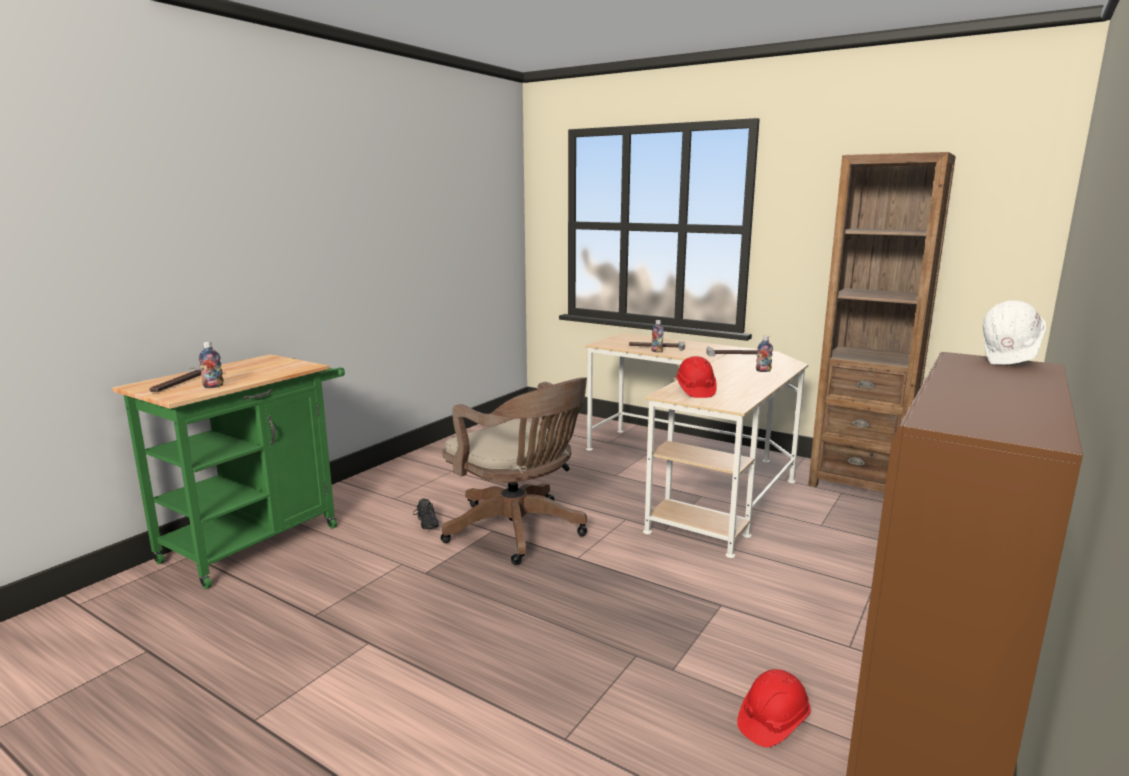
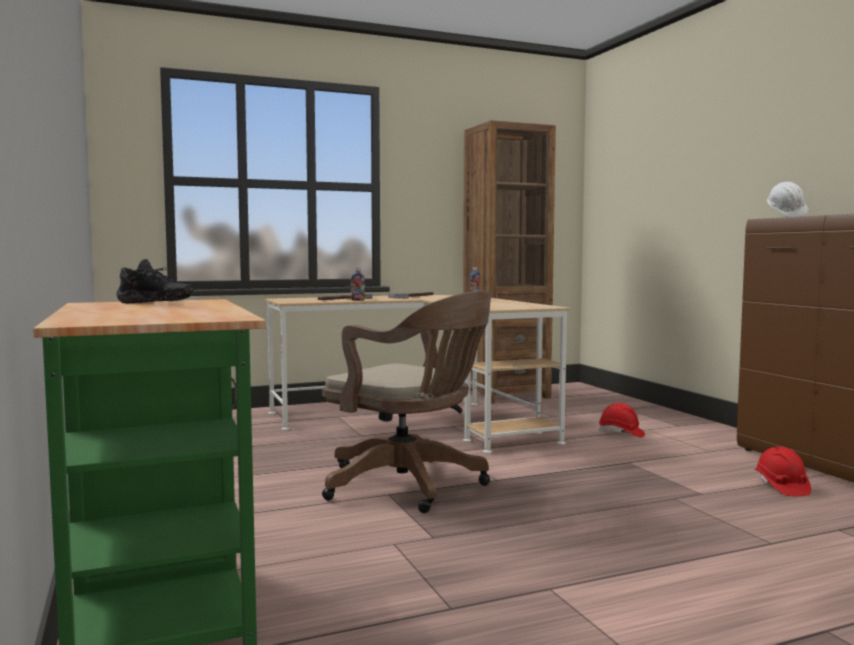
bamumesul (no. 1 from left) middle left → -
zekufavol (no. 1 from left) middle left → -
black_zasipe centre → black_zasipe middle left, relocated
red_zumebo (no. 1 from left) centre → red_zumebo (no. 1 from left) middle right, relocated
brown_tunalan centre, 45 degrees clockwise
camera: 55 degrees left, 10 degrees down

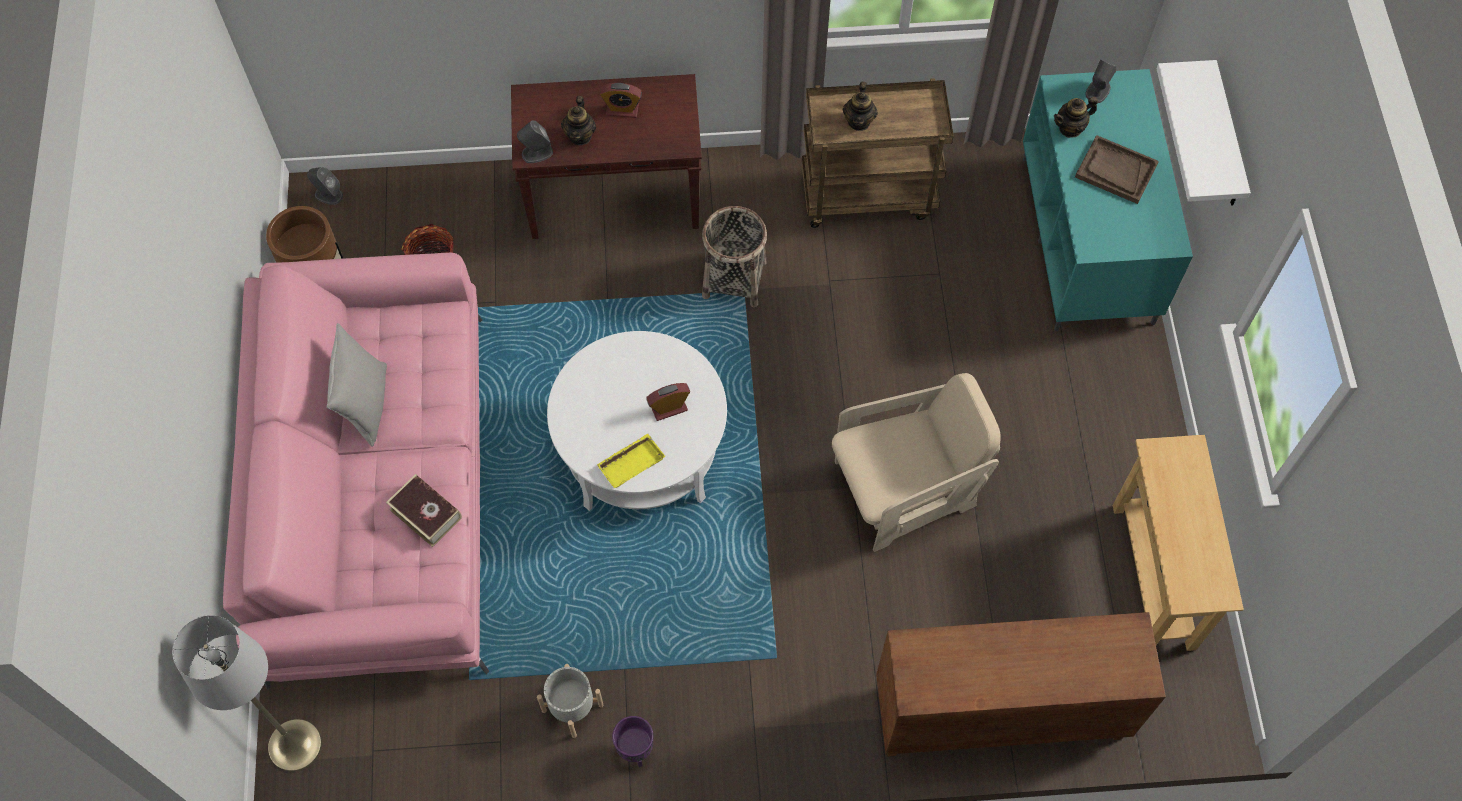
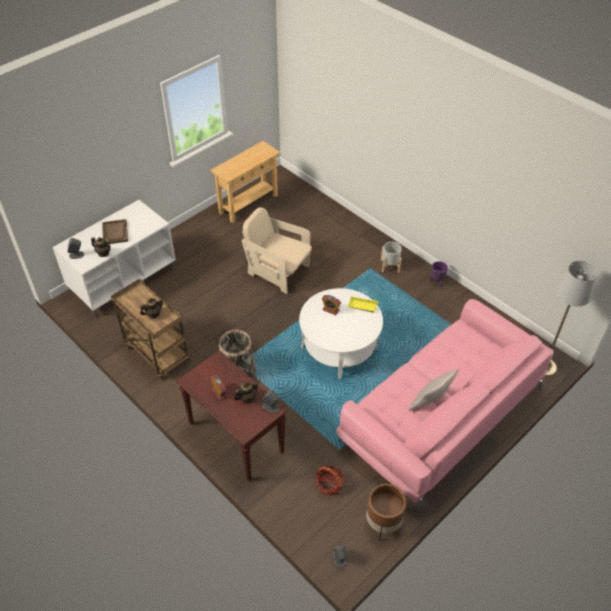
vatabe middle left → -
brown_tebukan bottom right → -
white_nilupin top right → -
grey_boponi bottom centre → grey_boponi centre, relocated
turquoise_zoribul top right → white_zoribul middle left
camera: 130 degrees left, 15 degrees down

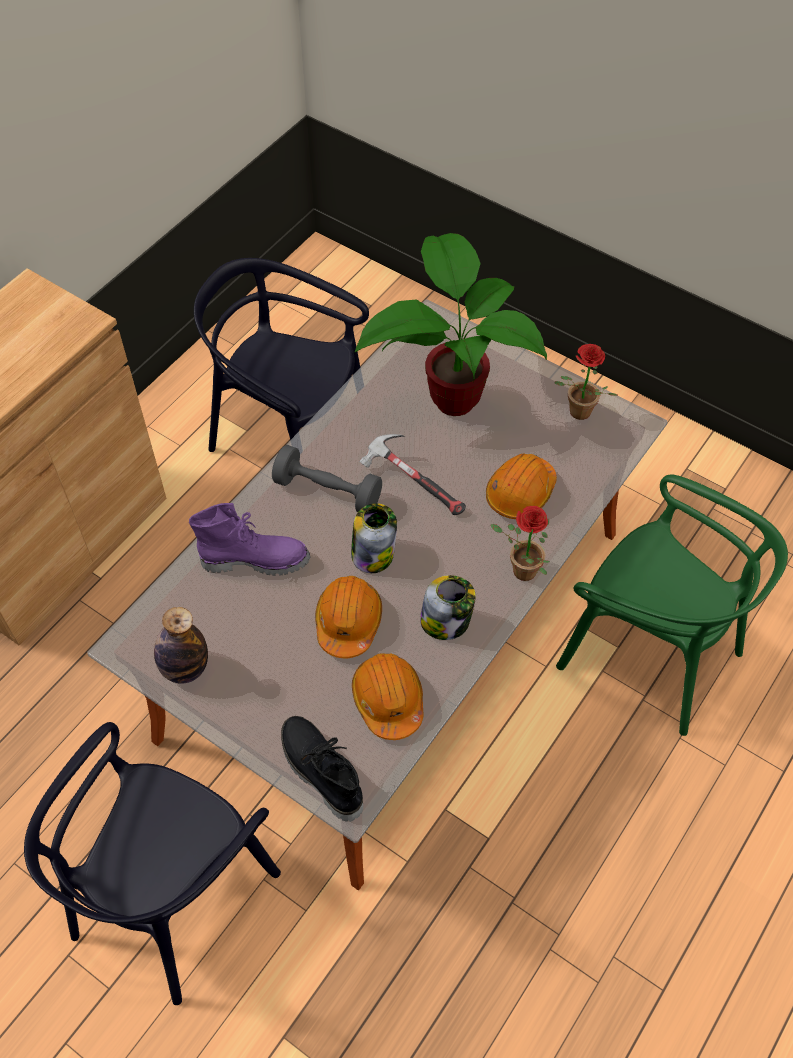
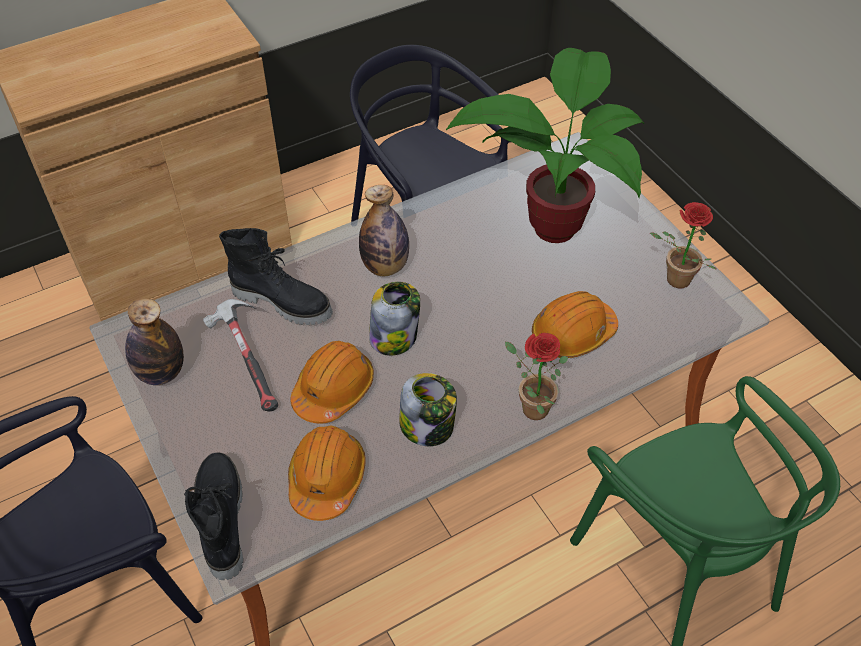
bamumesul centre → bamumesul middle left, relocated
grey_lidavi centre → zekufavol (no. 2 from left) centre
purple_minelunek middle left → black_minelunek (no. 2 from left) middle left
camera: 25 degrees right, 5 degrees down

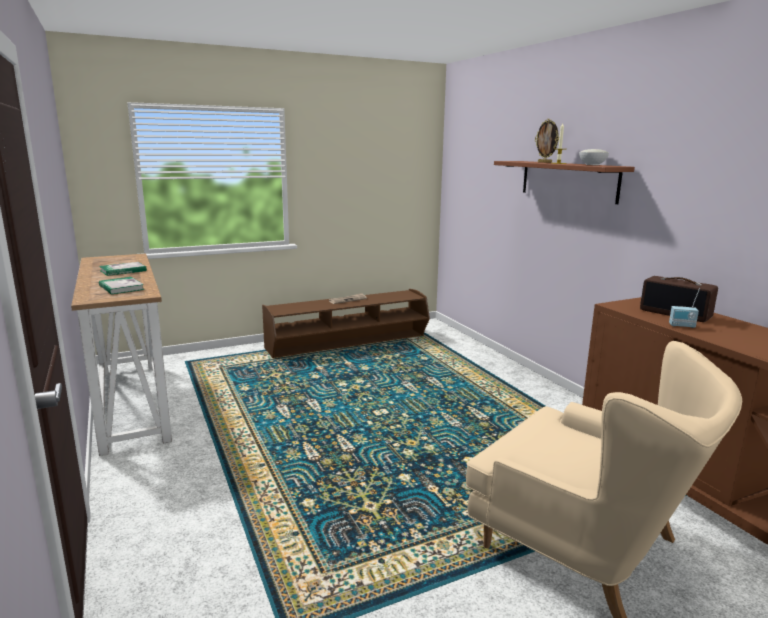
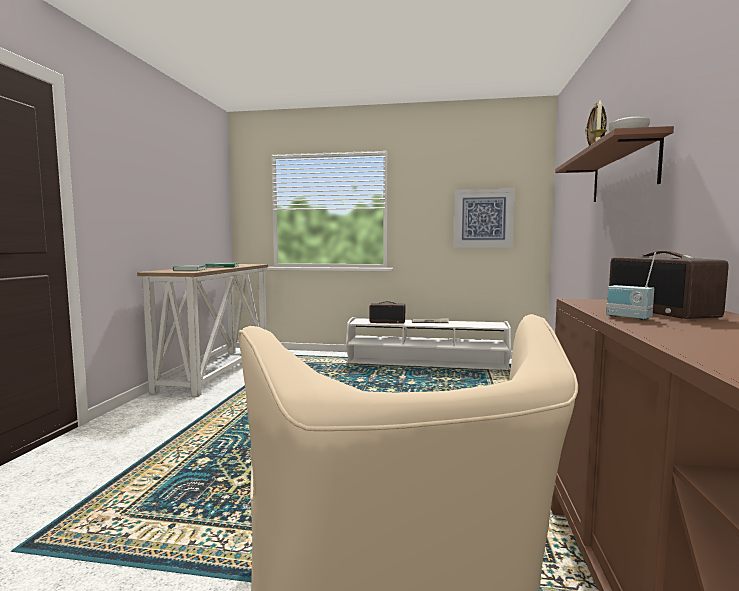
- → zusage (no. 1 from left) centre
- → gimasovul centre
brown_zoribul centre → white_zoribul centre
camera: 35 degrees right, 10 degrees down

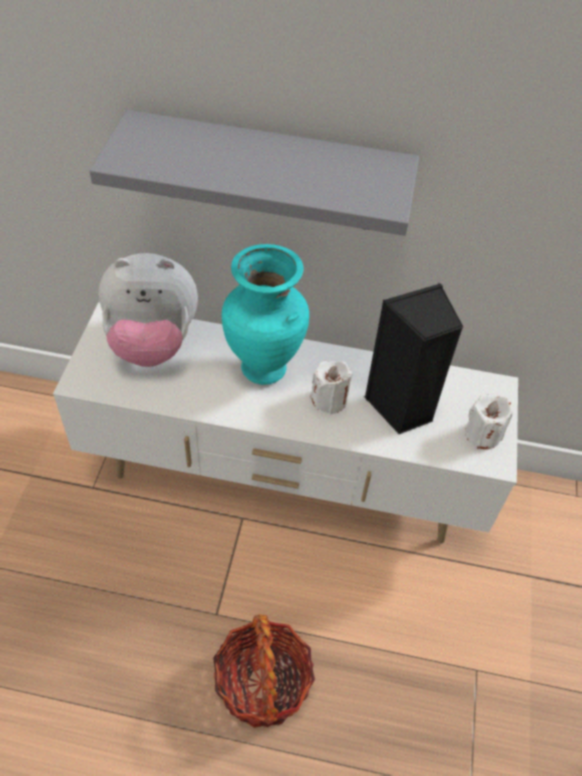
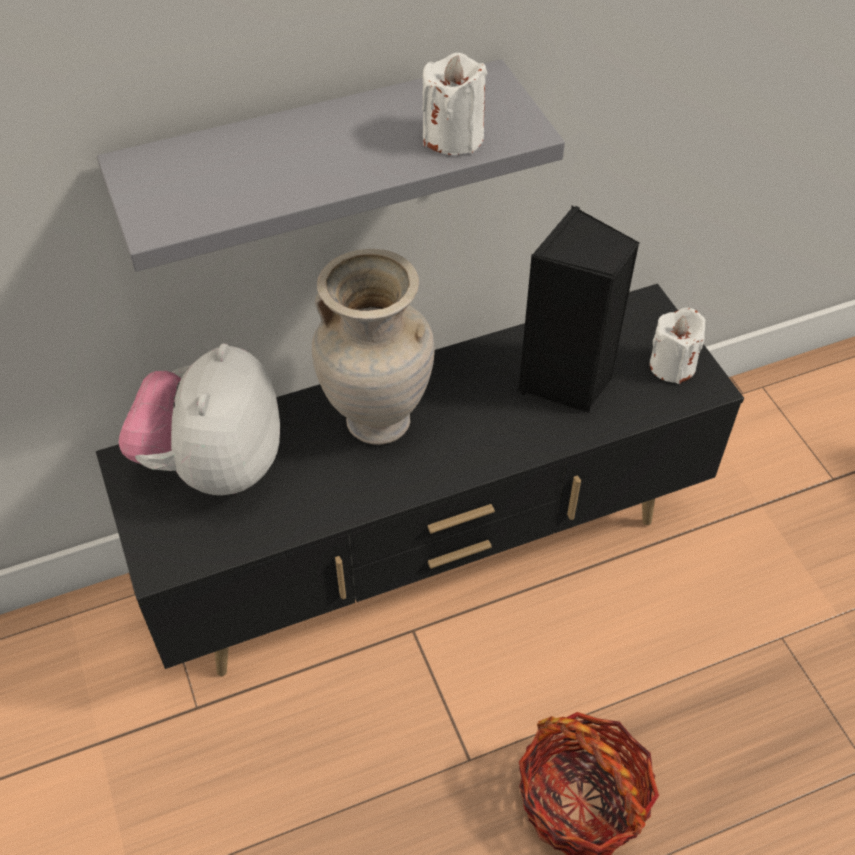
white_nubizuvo (no. 1 from left) centre → white_nubizuvo (no. 1 from left) top centre, relocated
white_zoribul centre → black_zoribul centre
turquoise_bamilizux centre → beige_bamilizux centre
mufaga middle left, 135 degrees clockwise
camera: 30 degrees left, 0 degrees up

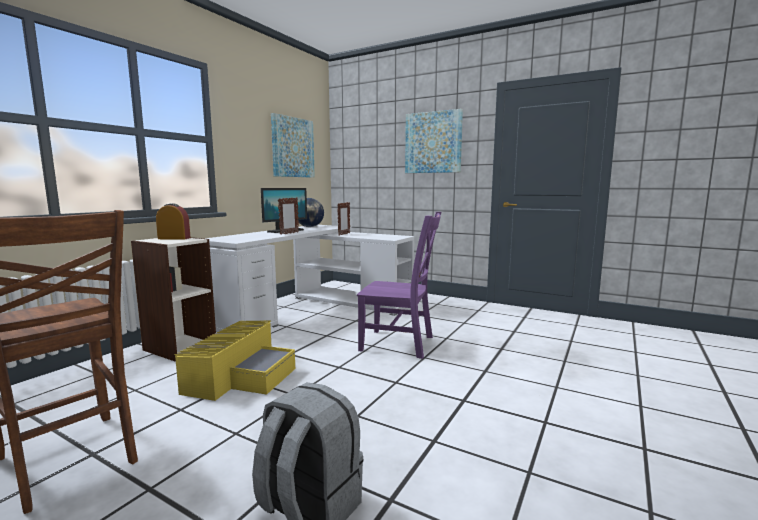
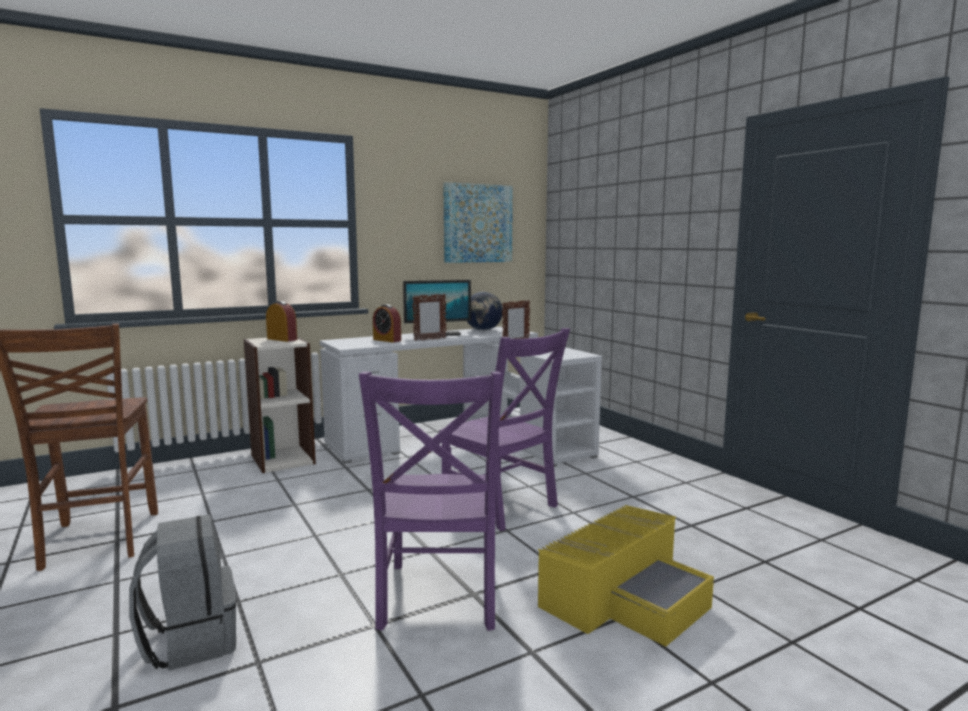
gimasovul (no. 2 from left) top centre → -
- → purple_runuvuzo (no. 1 from left) bottom centre
- → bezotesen (no. 2 from left) centre
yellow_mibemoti bottom left → yellow_mibemoti bottom centre, relocated
camera: 30 degrees right, 0 degrees up

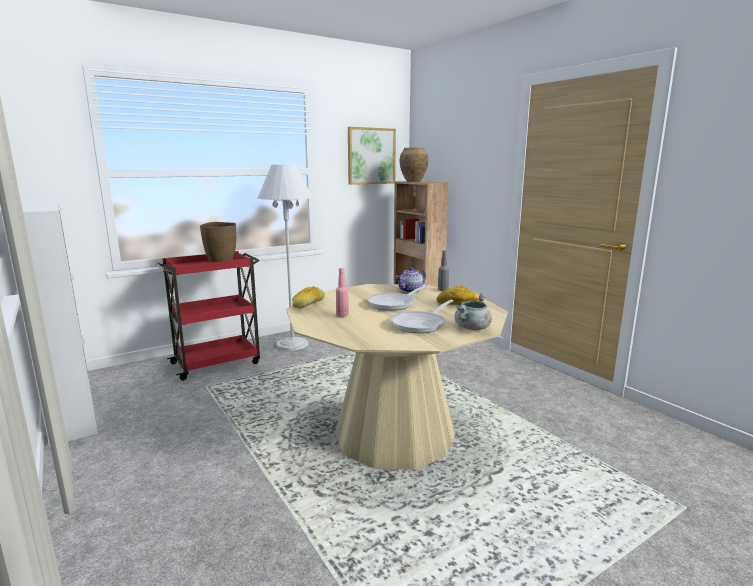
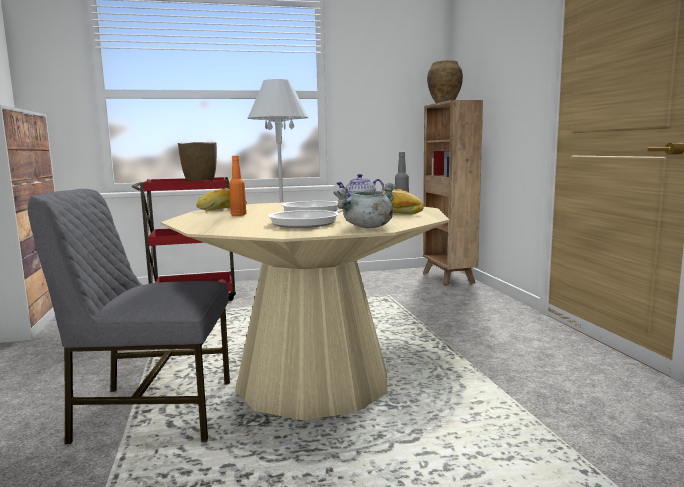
gimasovul top centre → -
- → grey_runuvuzo middle left
pink_zekufavol centre → orange_zekufavol centre
camera: 20 degrees right, 5 degrees down

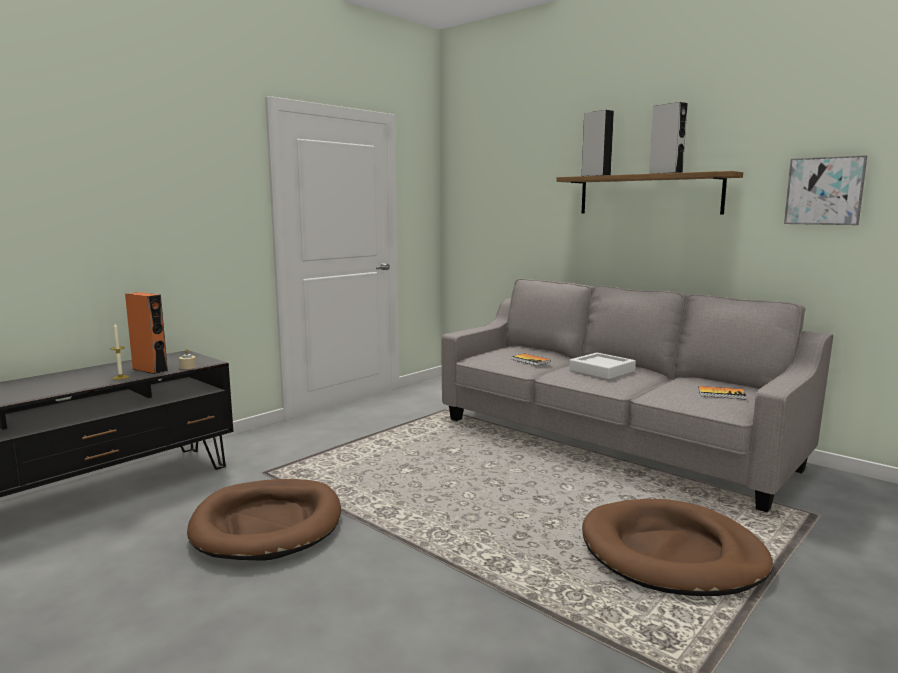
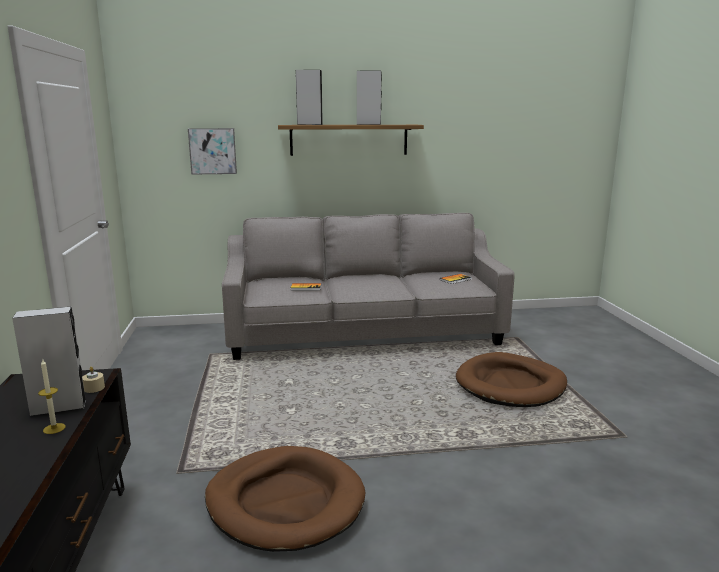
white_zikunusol middle right → -
gimasovul top right → gimasovul top left, relocated
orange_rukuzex middle left → grey_rukuzex (no. 1 from left) middle left
camera: 50 degrees left, 5 degrees up

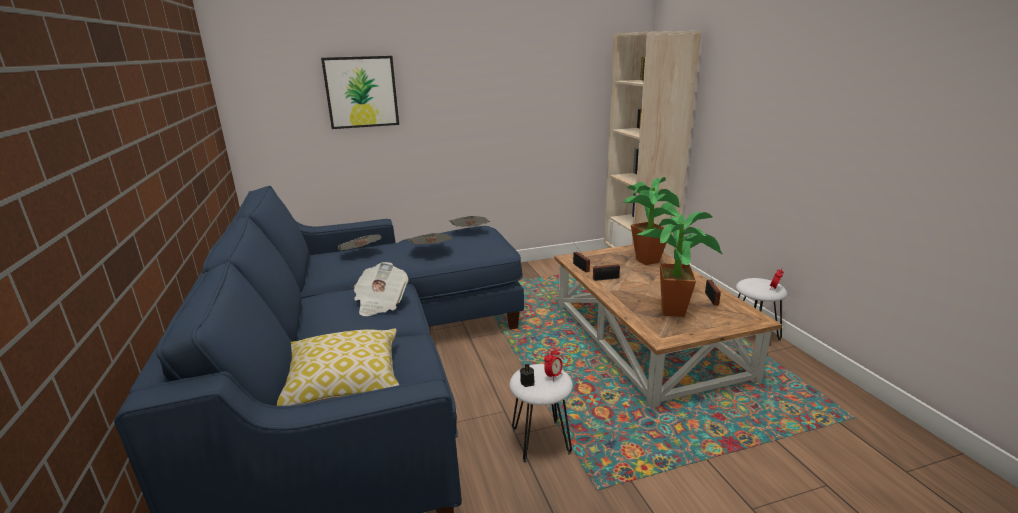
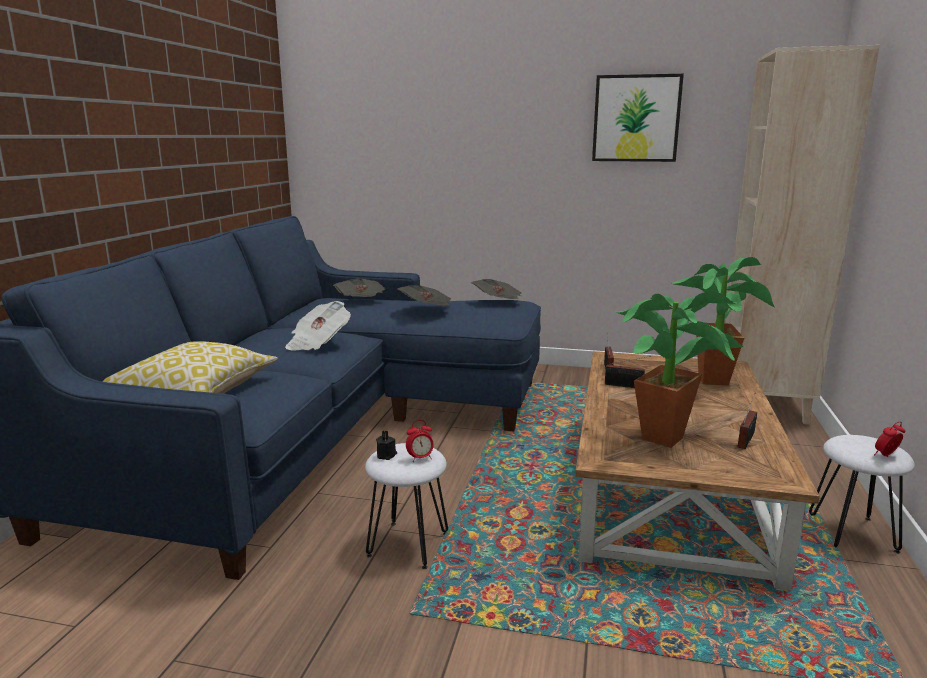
gimasovul top centre → gimasovul top right, relocated
camera: 30 degrees right, 5 degrees down

